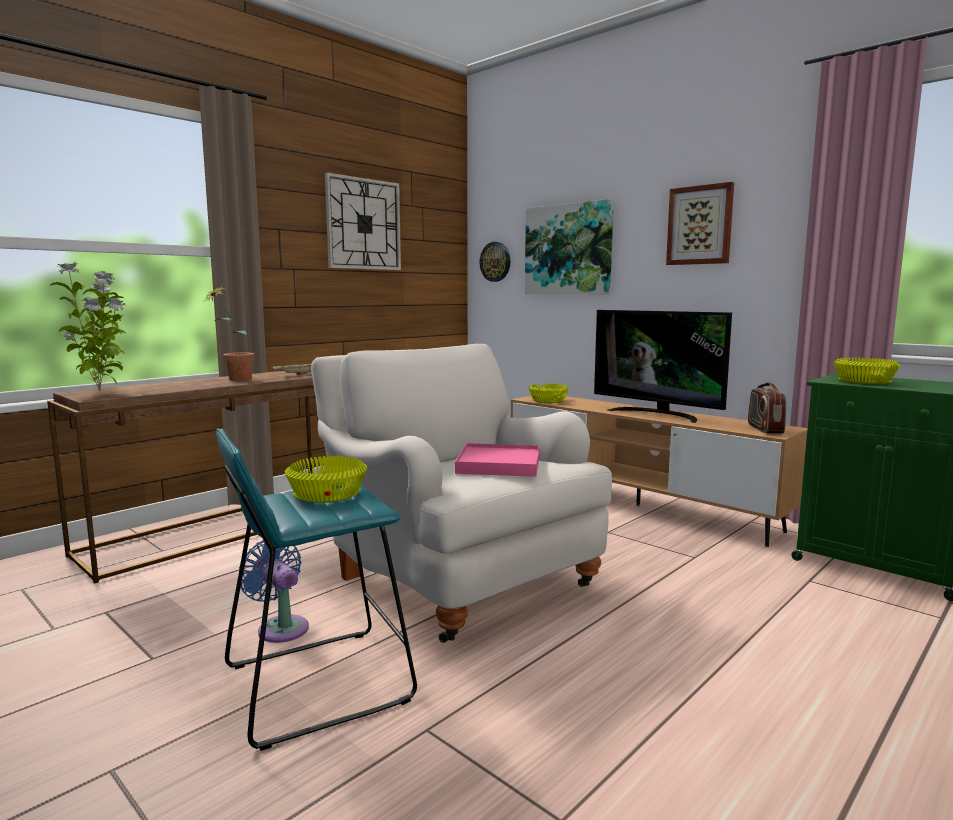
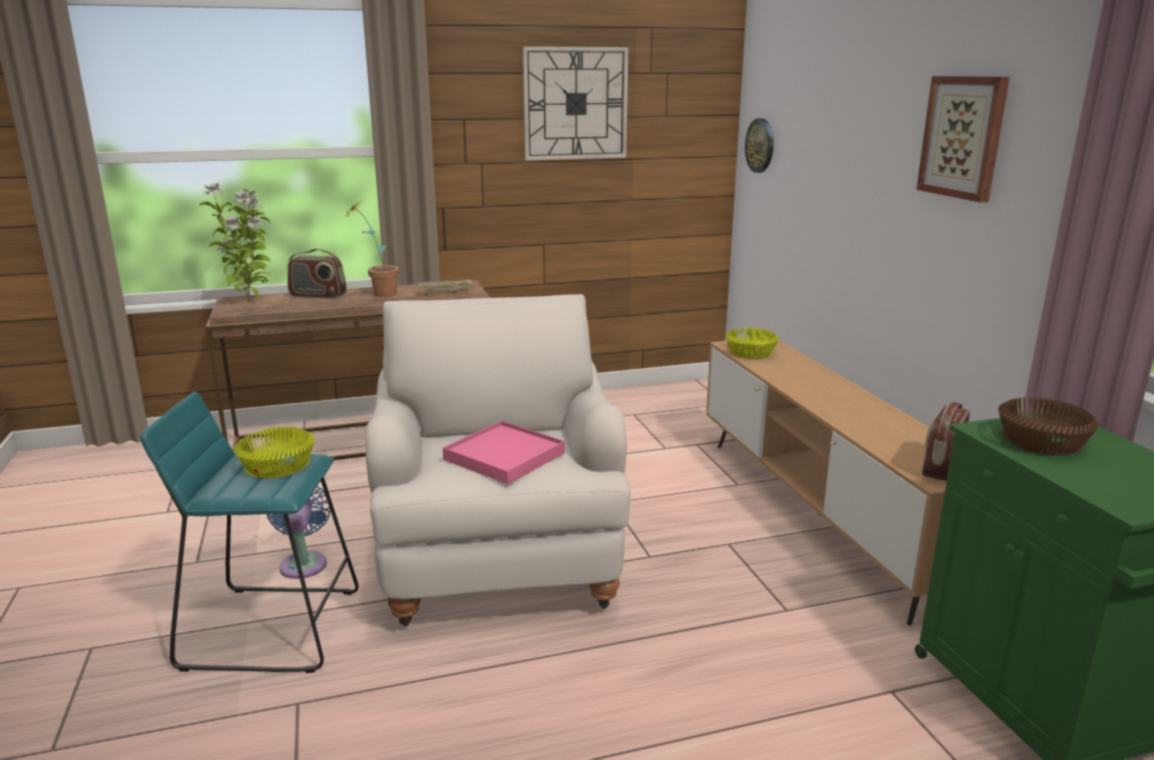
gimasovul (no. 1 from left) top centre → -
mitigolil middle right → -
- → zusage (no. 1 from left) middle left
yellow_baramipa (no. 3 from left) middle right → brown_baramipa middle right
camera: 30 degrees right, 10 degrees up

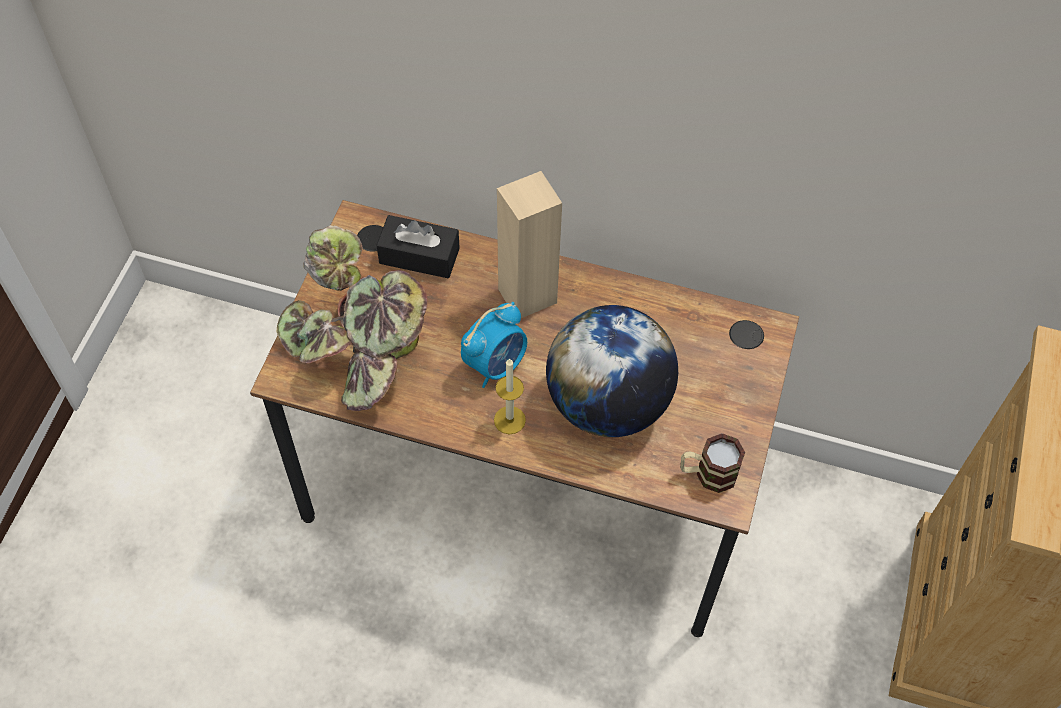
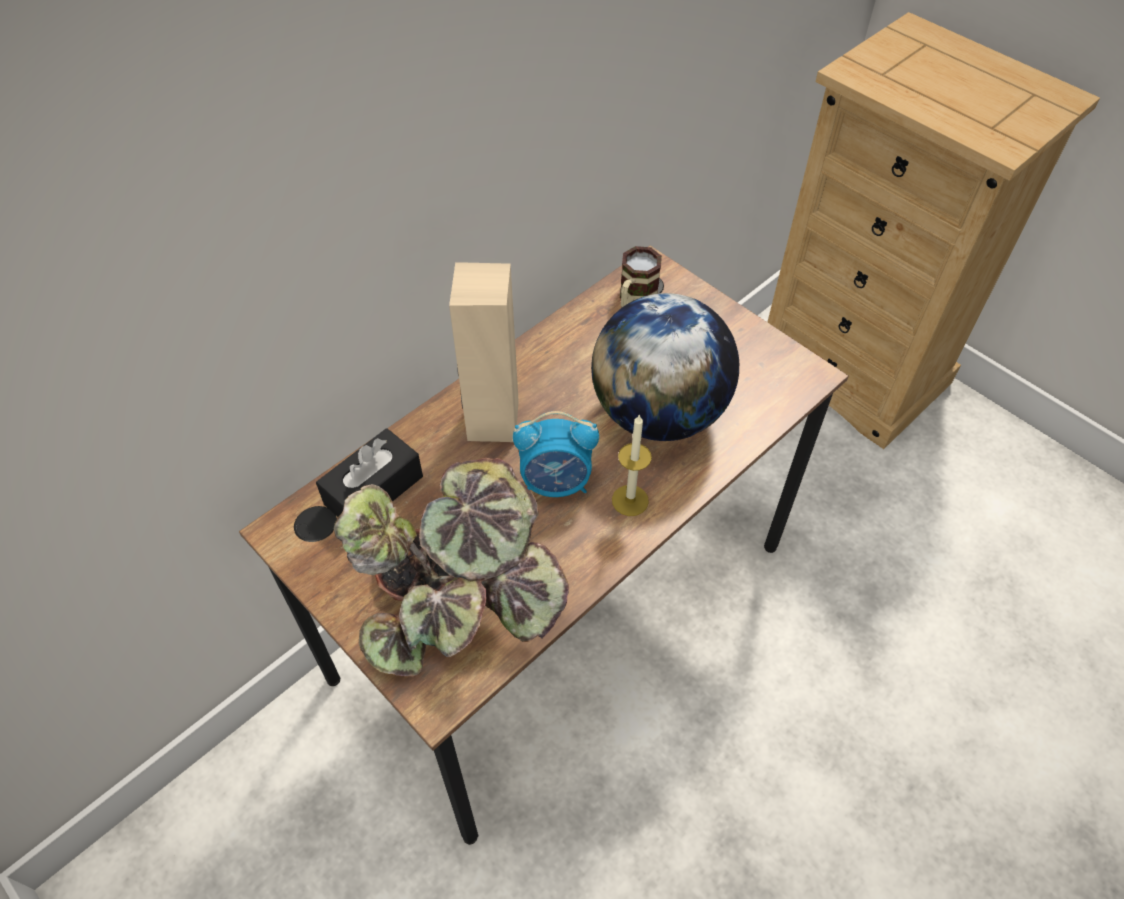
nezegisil middle right → nezegisil top centre, relocated
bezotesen centre, 105 degrees clockwise
camera: 60 degrees left, 5 degrees down

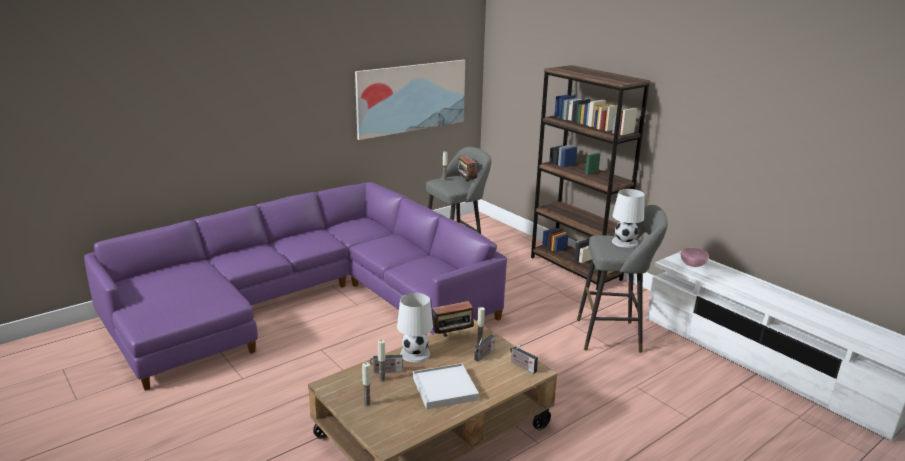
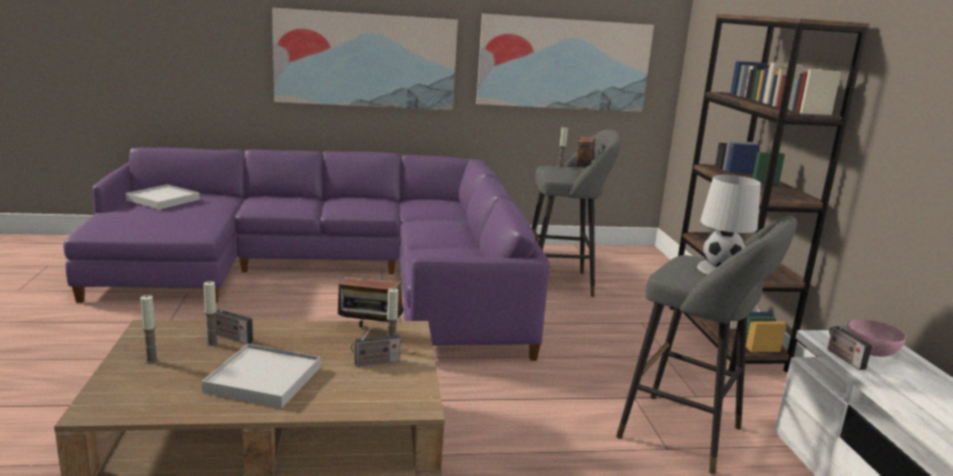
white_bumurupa (no. 1 from left) bottom centre → -
- → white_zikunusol (no. 1 from left) middle left
- → gimasovul (no. 1 from left) top centre
zusage (no. 5 from left) bottom centre → zusage (no. 5 from left) bottom right, relocated
camera: 30 degrees right, 5 degrees down

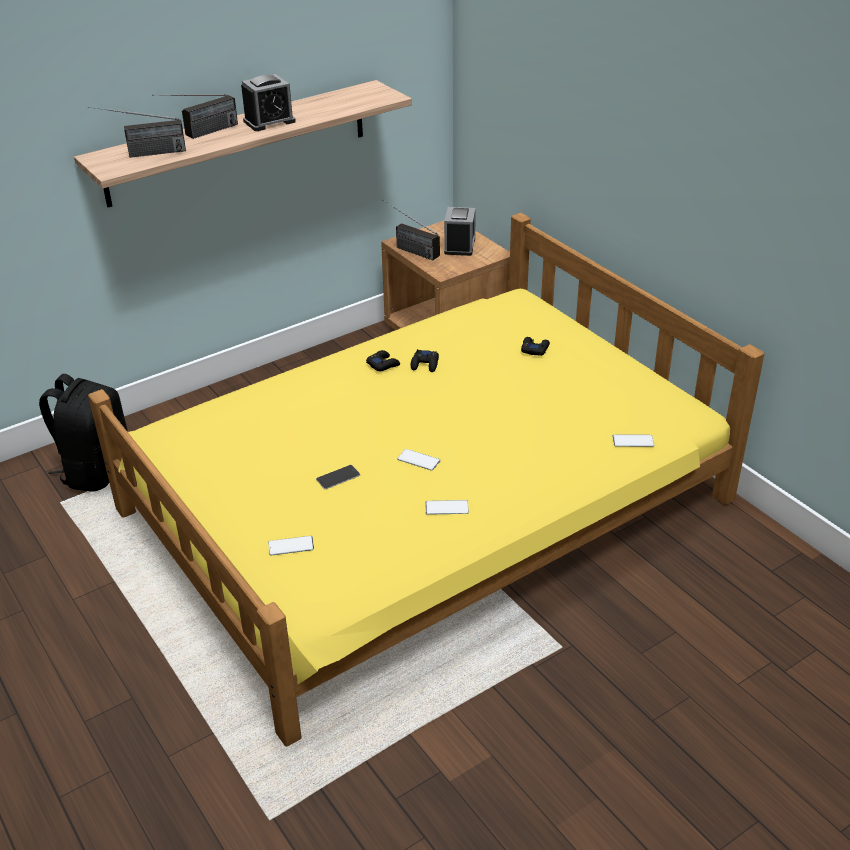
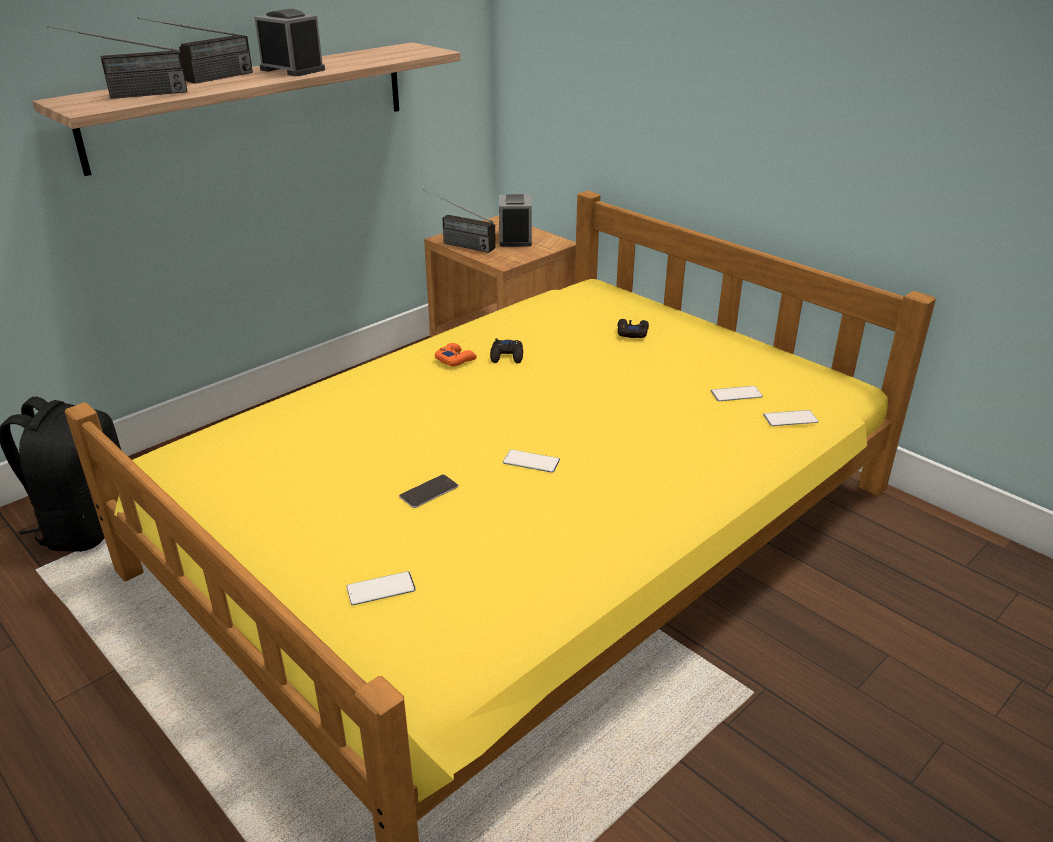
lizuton (no. 4 from left) centre → lizuton (no. 4 from left) middle right, relocated
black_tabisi (no. 1 from left) centre → orange_tabisi centre
bezotesen (no. 1 from left) top left, 105 degrees counterclockwise
camera: 10 degrees left, 5 degrees down

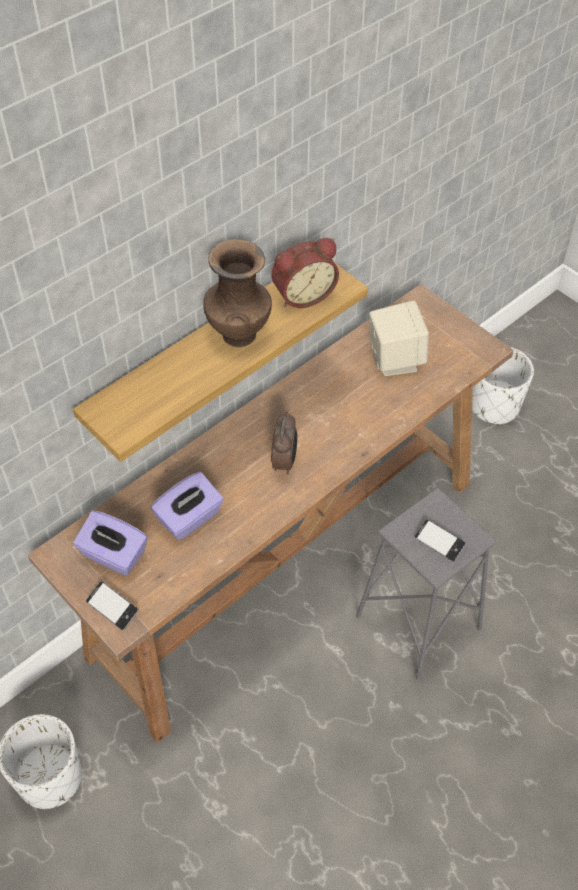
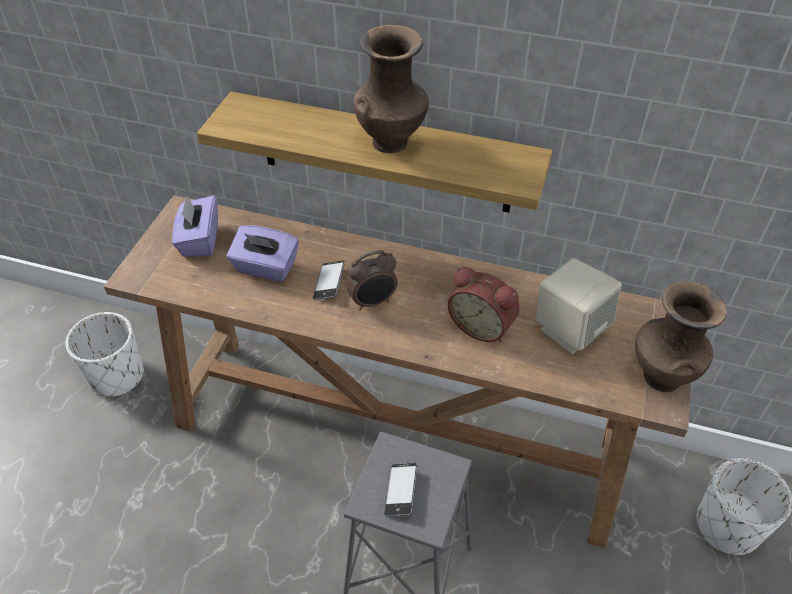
- → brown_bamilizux (no. 2 from left) middle right
lizuton (no. 1 from left) bottom left → lizuton (no. 1 from left) centre, relocated
bezotesen (no. 2 from left) top centre → bezotesen (no. 2 from left) centre, relocated
camera: 60 degrees right, 5 degrees down

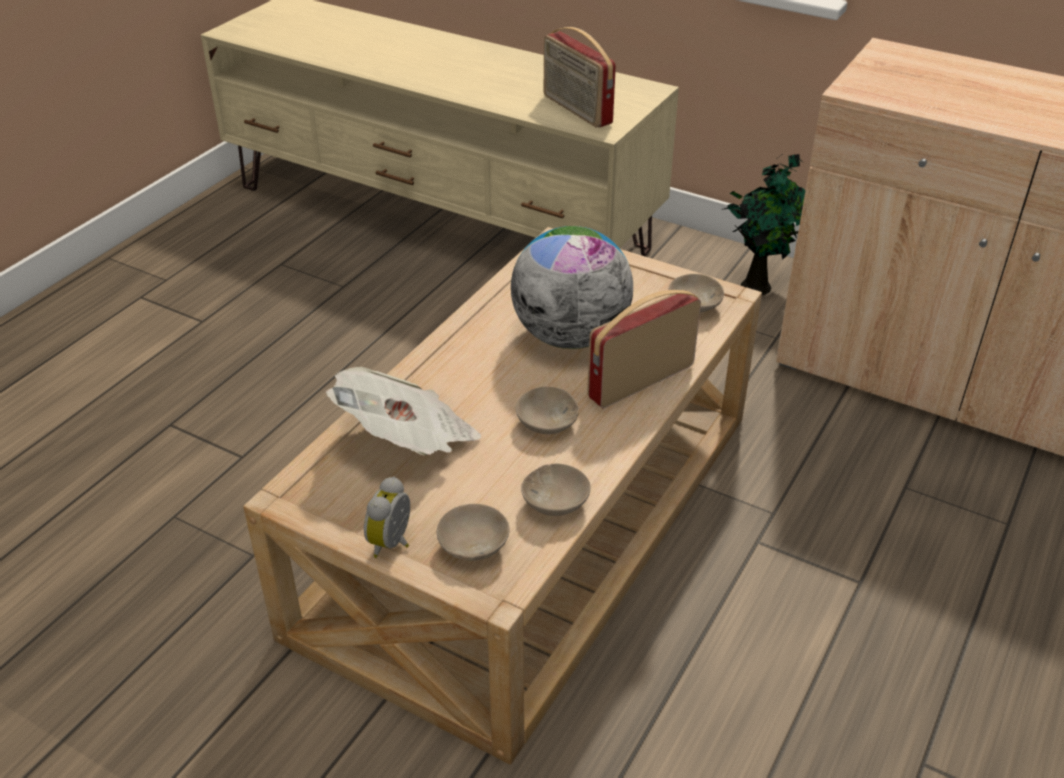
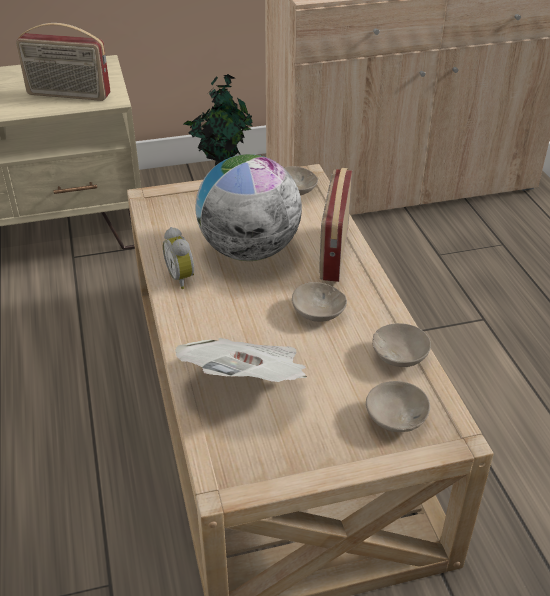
bezotesen centre → bezotesen middle left, relocated
camera: 45 degrees left, 0 degrees up

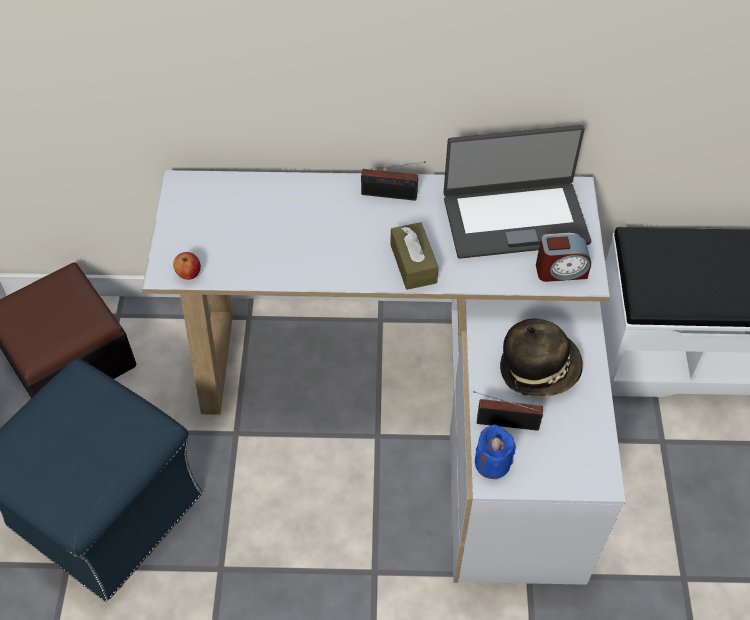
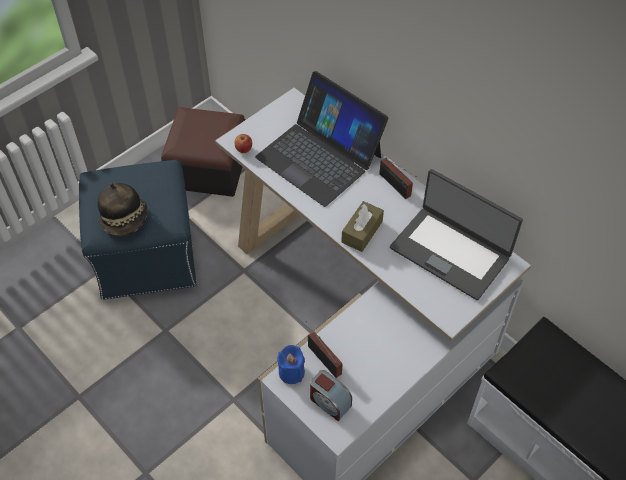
- → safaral (no. 1 from left) top centre
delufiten middle right → delufiten middle left, relocated
bezotesen middle right → bezotesen bottom centre, relocated
camera: 45 degrees right, 0 degrees up

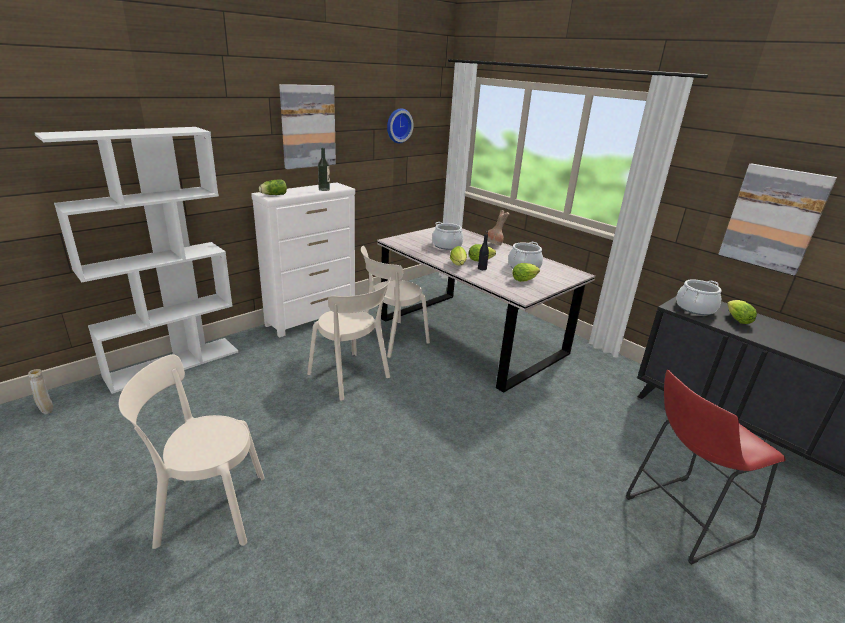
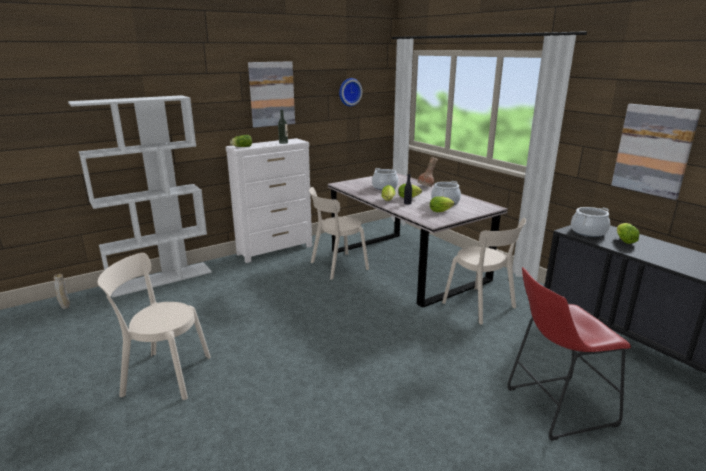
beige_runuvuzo (no. 2 from left in the first image) centre → beige_runuvuzo (no. 3 from left) middle right, relocated
camera: 10 degrees right, 5 degrees down

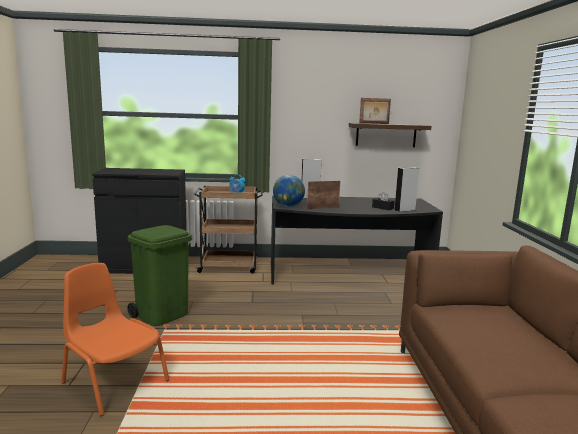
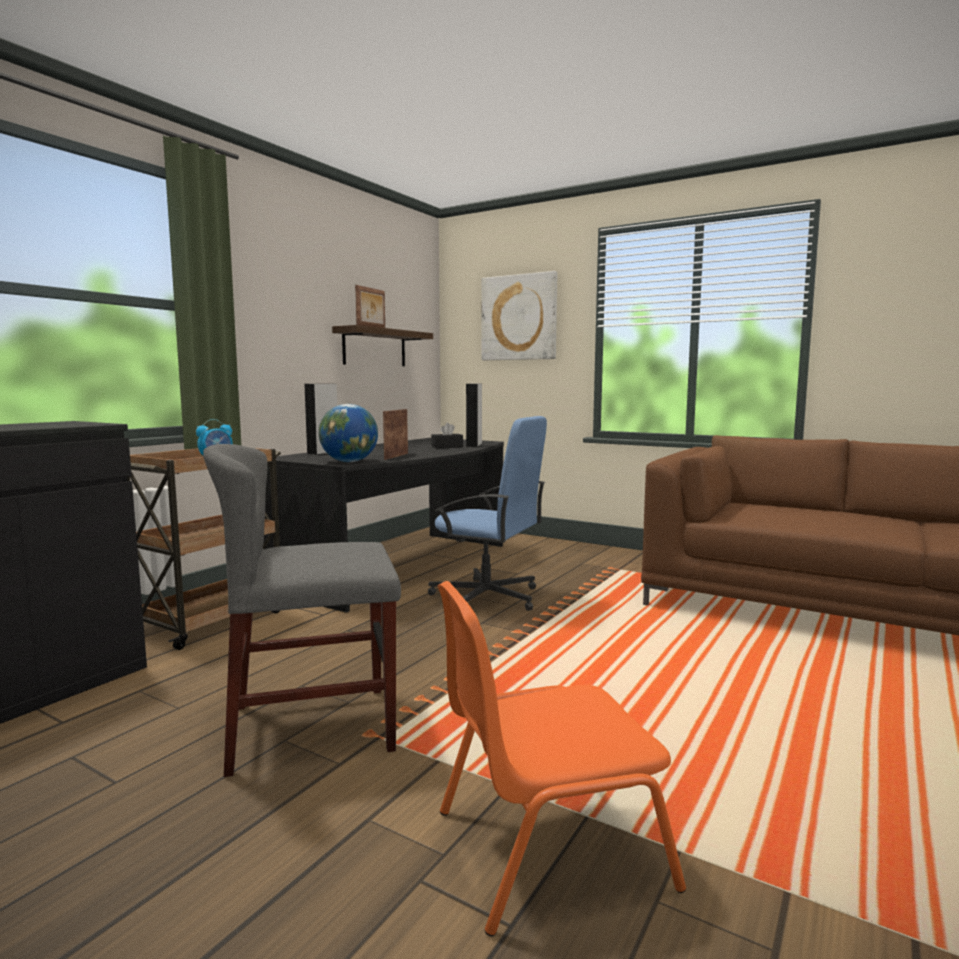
- → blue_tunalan centre
- → gimasovul top centre
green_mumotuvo middle left → grey_runuvuzo middle left
camera: 55 degrees left, 5 degrees down

